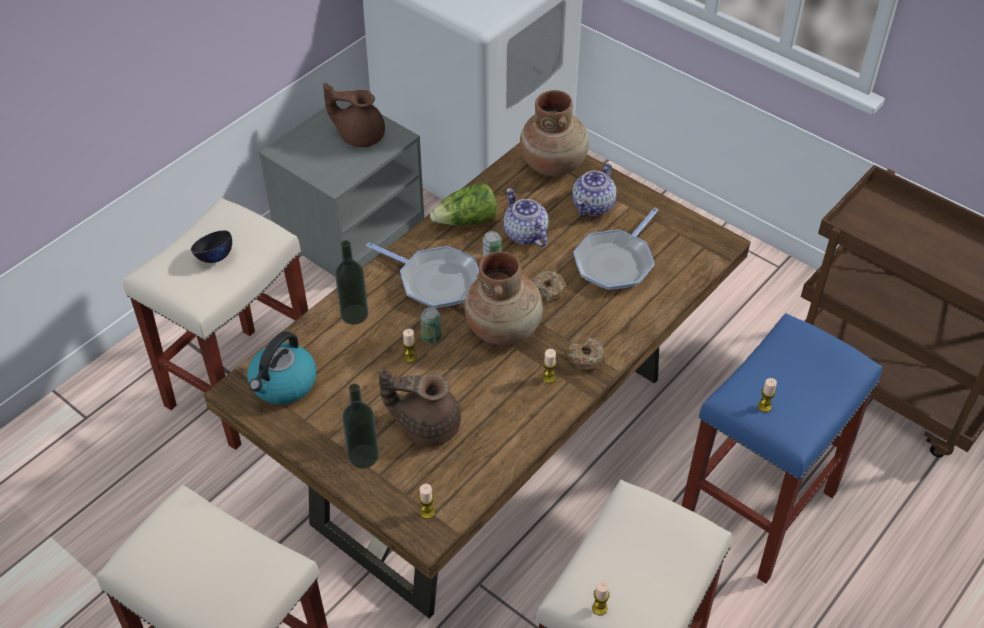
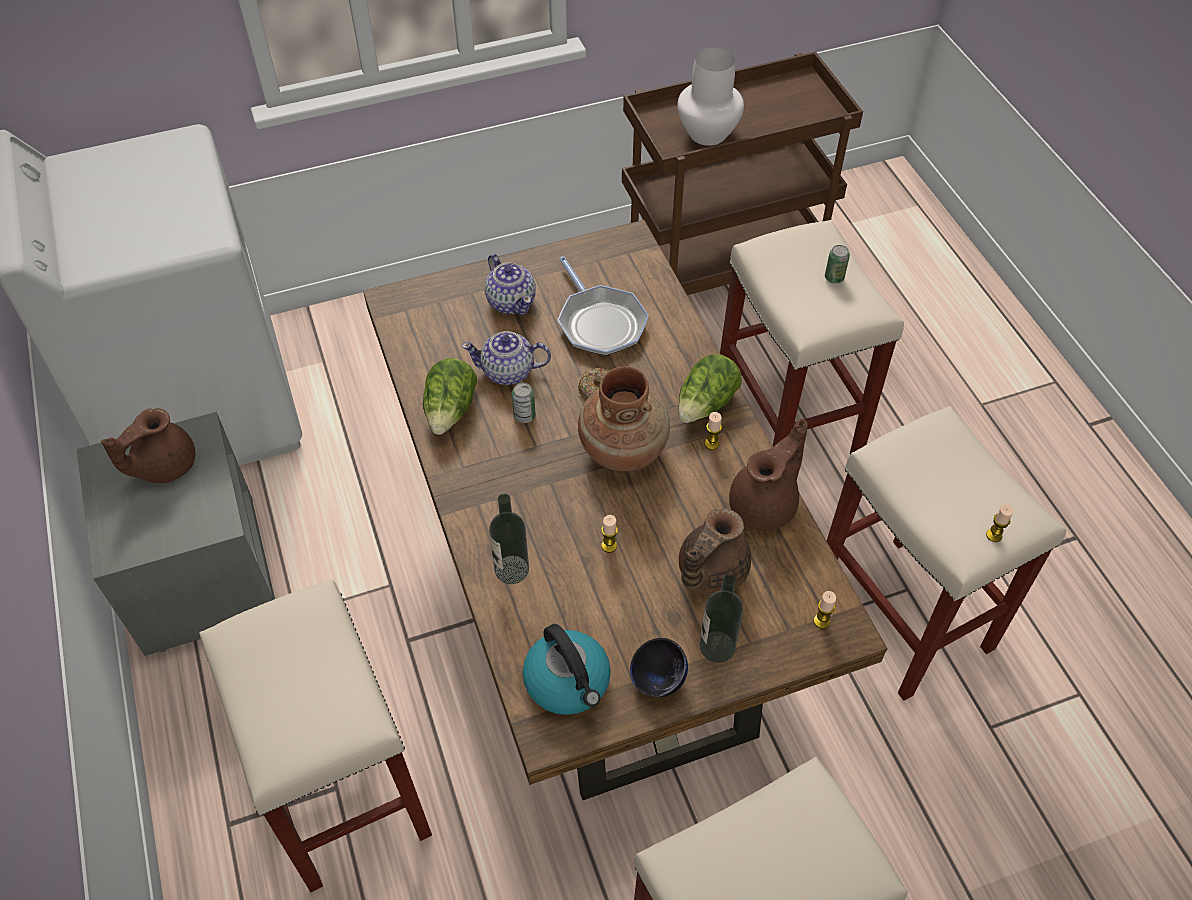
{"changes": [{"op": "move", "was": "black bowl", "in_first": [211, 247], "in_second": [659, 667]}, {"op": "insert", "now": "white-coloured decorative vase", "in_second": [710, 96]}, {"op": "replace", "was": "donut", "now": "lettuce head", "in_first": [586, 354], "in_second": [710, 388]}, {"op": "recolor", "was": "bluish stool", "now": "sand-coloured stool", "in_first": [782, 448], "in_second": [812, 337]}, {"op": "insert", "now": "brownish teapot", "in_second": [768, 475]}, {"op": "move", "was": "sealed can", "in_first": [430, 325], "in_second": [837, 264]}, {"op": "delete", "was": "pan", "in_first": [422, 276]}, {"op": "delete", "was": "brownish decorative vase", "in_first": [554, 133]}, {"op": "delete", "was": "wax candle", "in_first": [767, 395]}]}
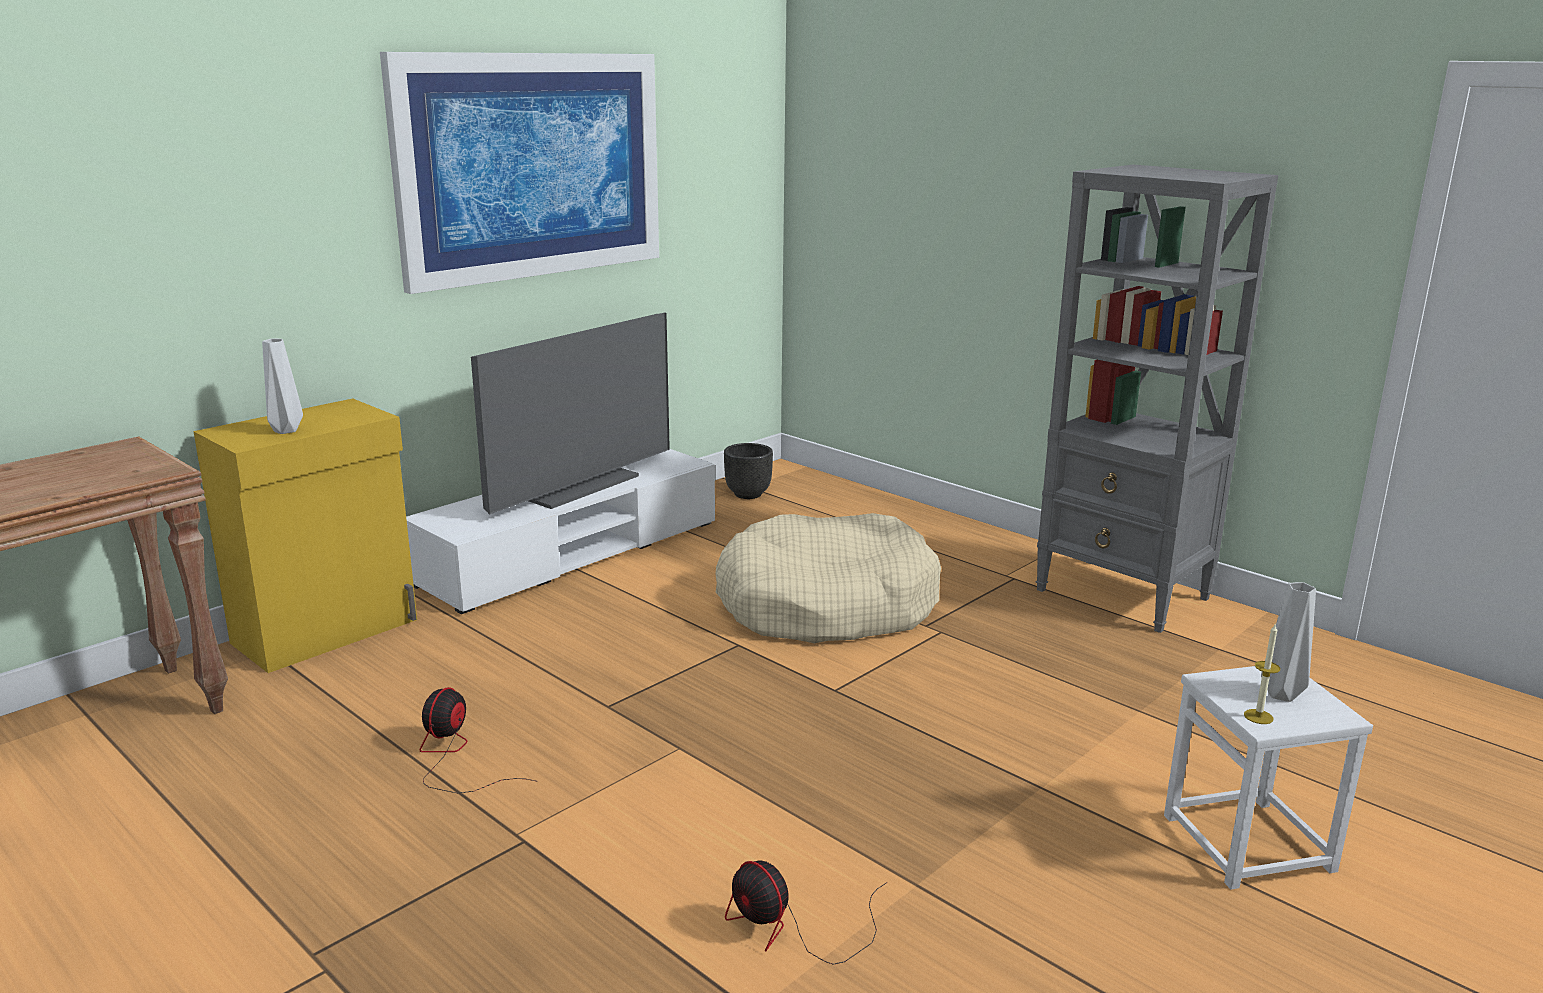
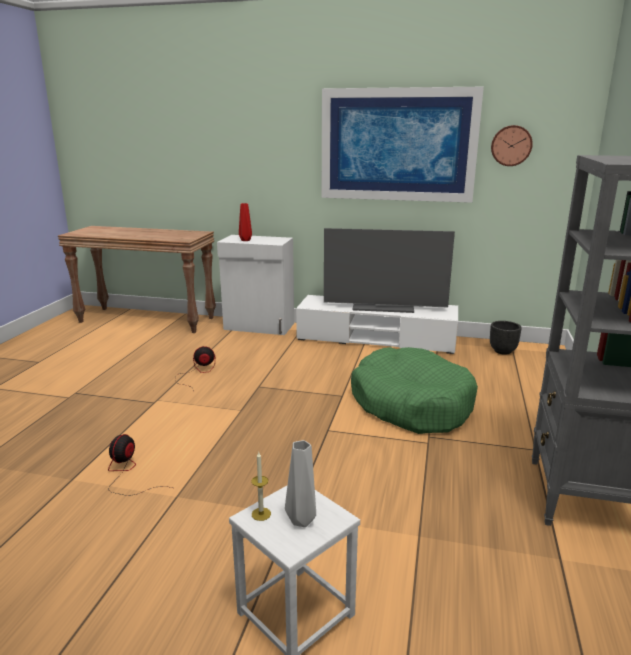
{"changes": [{"op": "recolor", "was": "yellow cabinet", "now": "white-coloured cabinet", "in_first": [305, 535], "in_second": [255, 285]}, {"op": "recolor", "was": "white-coloured decorative vase", "now": "red decorative vase", "in_first": [282, 386], "in_second": [245, 222]}, {"op": "recolor", "was": "sand-coloured pet bed", "now": "green-coloured pet bed", "in_first": [828, 578], "in_second": [414, 390]}, {"op": "insert", "now": "wall clock", "in_second": [512, 145]}]}
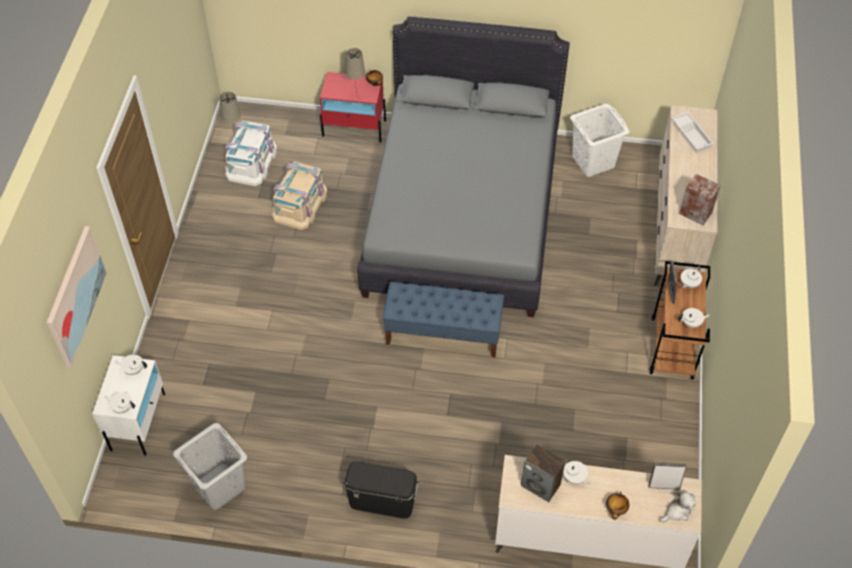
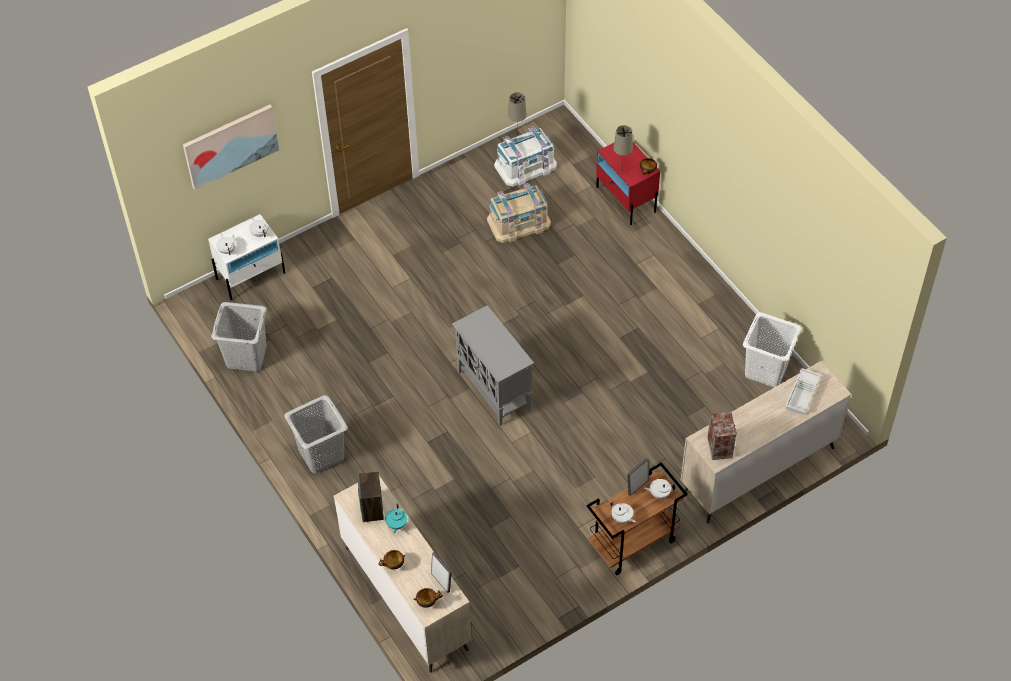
{"changes": [{"op": "replace", "was": "black storage container", "now": "grey hamper", "in_first": [381, 490], "in_second": [315, 434]}, {"op": "recolor", "was": "white-coloured teapot", "now": "turquoise-coloured teapot", "in_first": [576, 472], "in_second": [396, 519]}, {"op": "replace", "was": "cuddly toy", "now": "bowl", "in_first": [677, 506], "in_second": [428, 598]}, {"op": "replace", "was": "bluish long seat", "now": "grey cabinet", "in_first": [443, 319], "in_second": [493, 365]}, {"op": "delete", "was": "grey sleeping bed", "in_first": [464, 167]}]}
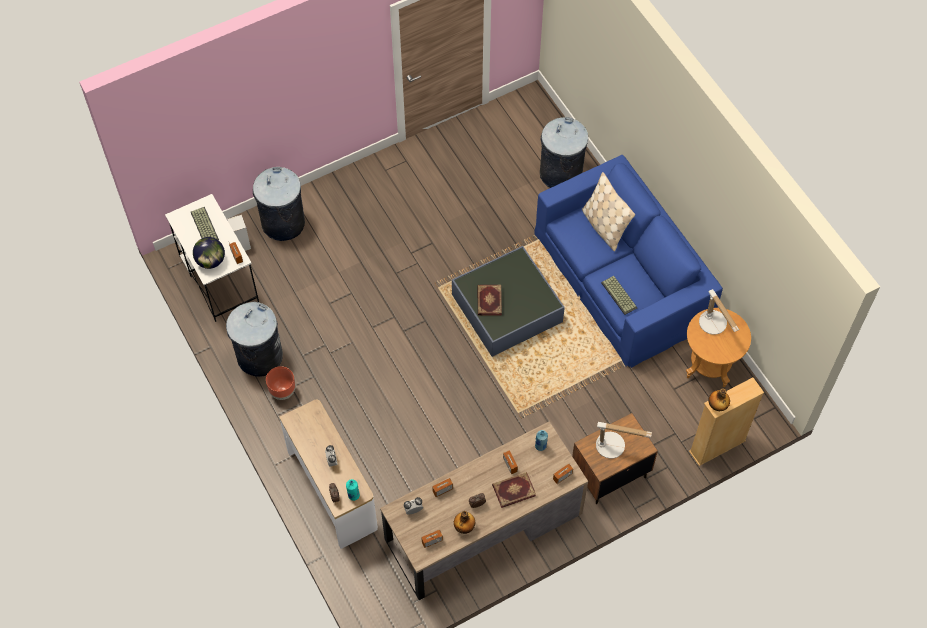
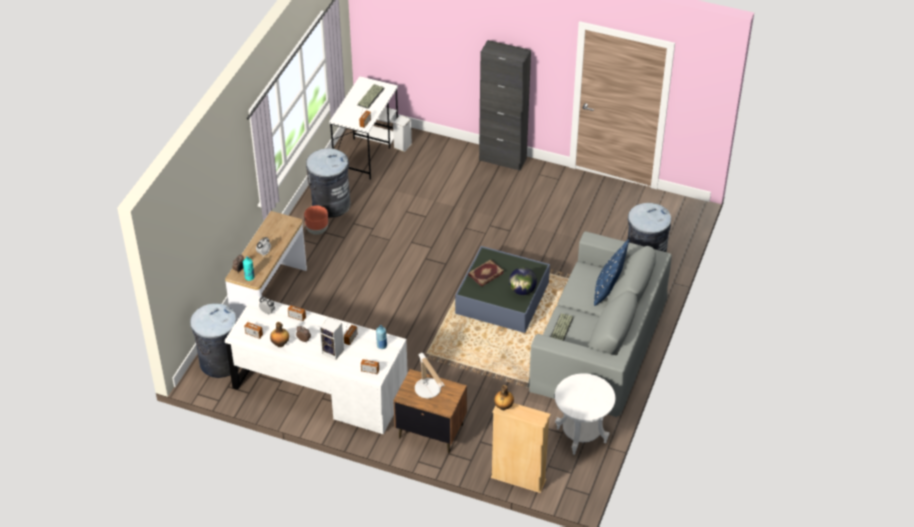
{"changes": [{"op": "move", "was": "grey rubbish bin", "in_first": [279, 204], "in_second": [215, 340]}, {"op": "recolor", "was": "brownish desk table", "now": "white-coloured desk table", "in_first": [484, 510], "in_second": [316, 364]}, {"op": "replace", "was": "volume", "now": "speaker", "in_first": [514, 490], "in_second": [332, 338]}, {"op": "insert", "now": "black cabinet", "in_second": [505, 105]}, {"op": "move", "was": "world globe", "in_first": [209, 253], "in_second": [523, 281]}, {"op": "recolor", "was": "bluish couch", "now": "grey couch", "in_first": [628, 261], "in_second": [600, 324]}, {"op": "recolor", "was": "brownish side table", "now": "white-coloured side table", "in_first": [718, 347], "in_second": [585, 414]}, {"op": "recolor", "was": "sand-coloured pillow", "now": "bluish pillow", "in_first": [608, 212], "in_second": [611, 272]}, {"op": "delete", "was": "lamp for a table", "in_first": [719, 312]}]}
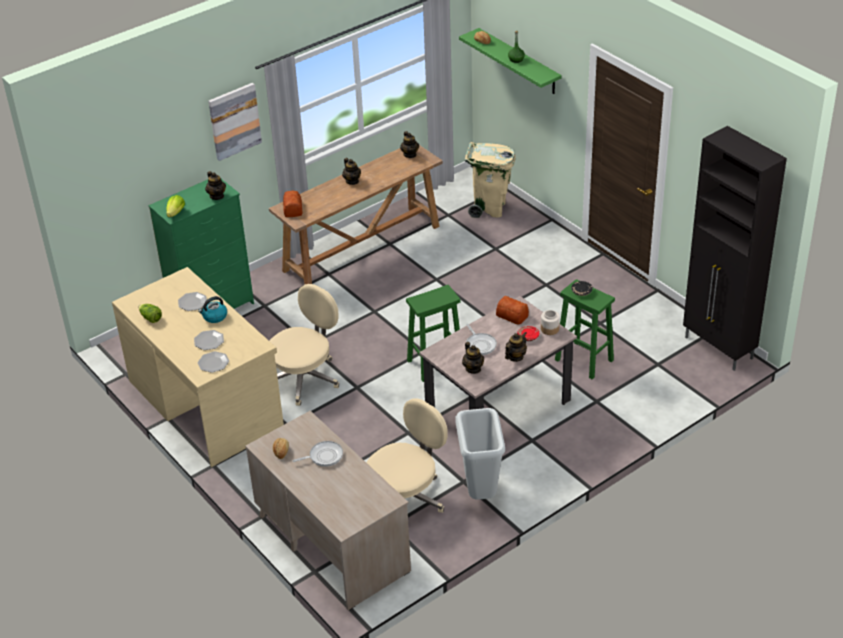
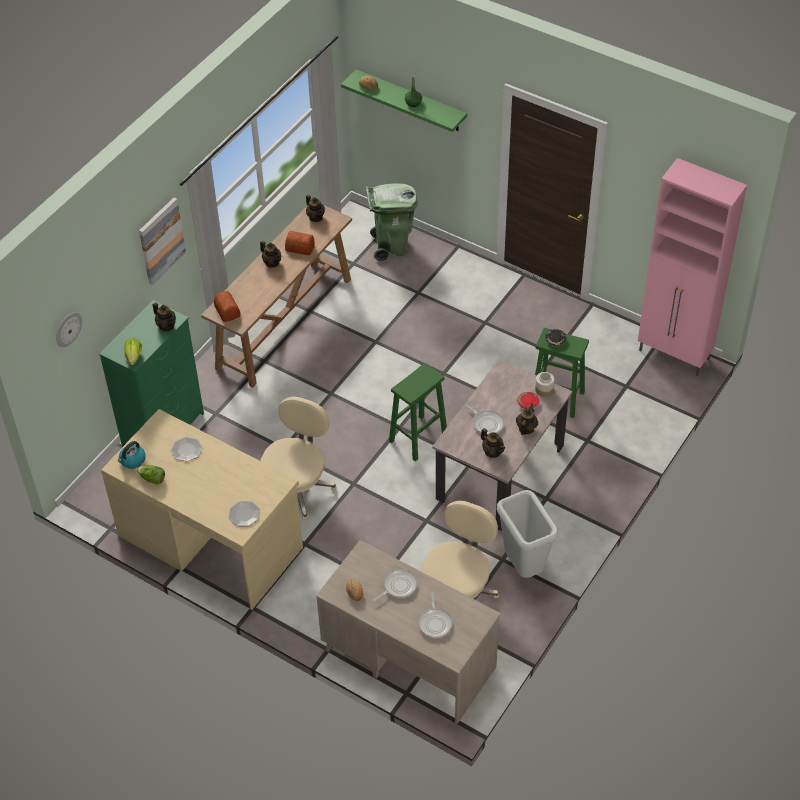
{"changes": [{"op": "insert", "now": "wall clock", "in_second": [69, 329]}, {"op": "move", "was": "tea kettle", "in_first": [212, 309], "in_second": [132, 455]}, {"op": "move", "was": "bakery bread", "in_first": [512, 310], "in_second": [300, 243]}, {"op": "recolor", "was": "sand-coloured rubbish bin", "now": "green-coloured rubbish bin", "in_first": [490, 180], "in_second": [392, 222]}, {"op": "insert", "now": "pan", "in_second": [435, 615]}, {"op": "recolor", "was": "black cabinet", "now": "pinkish cabinet", "in_first": [735, 248], "in_second": [692, 267]}, {"op": "delete", "was": "flat dish", "in_first": [209, 340]}]}
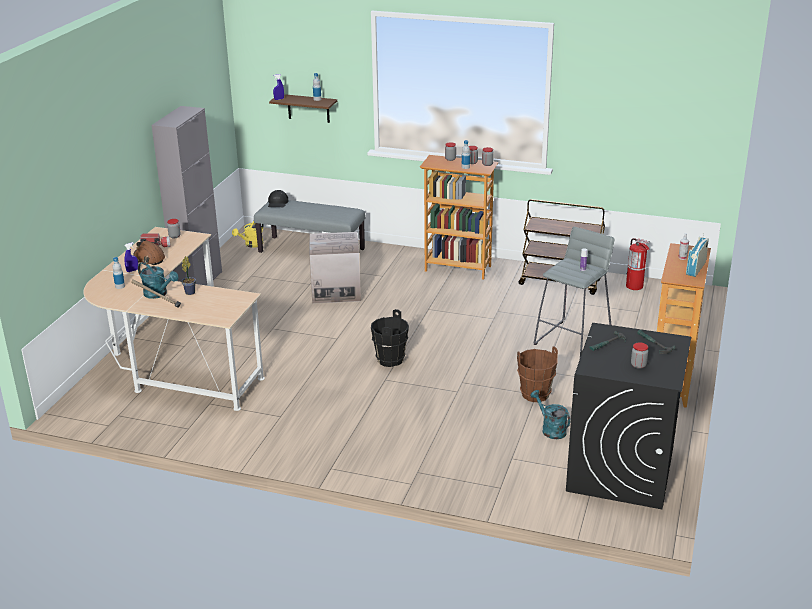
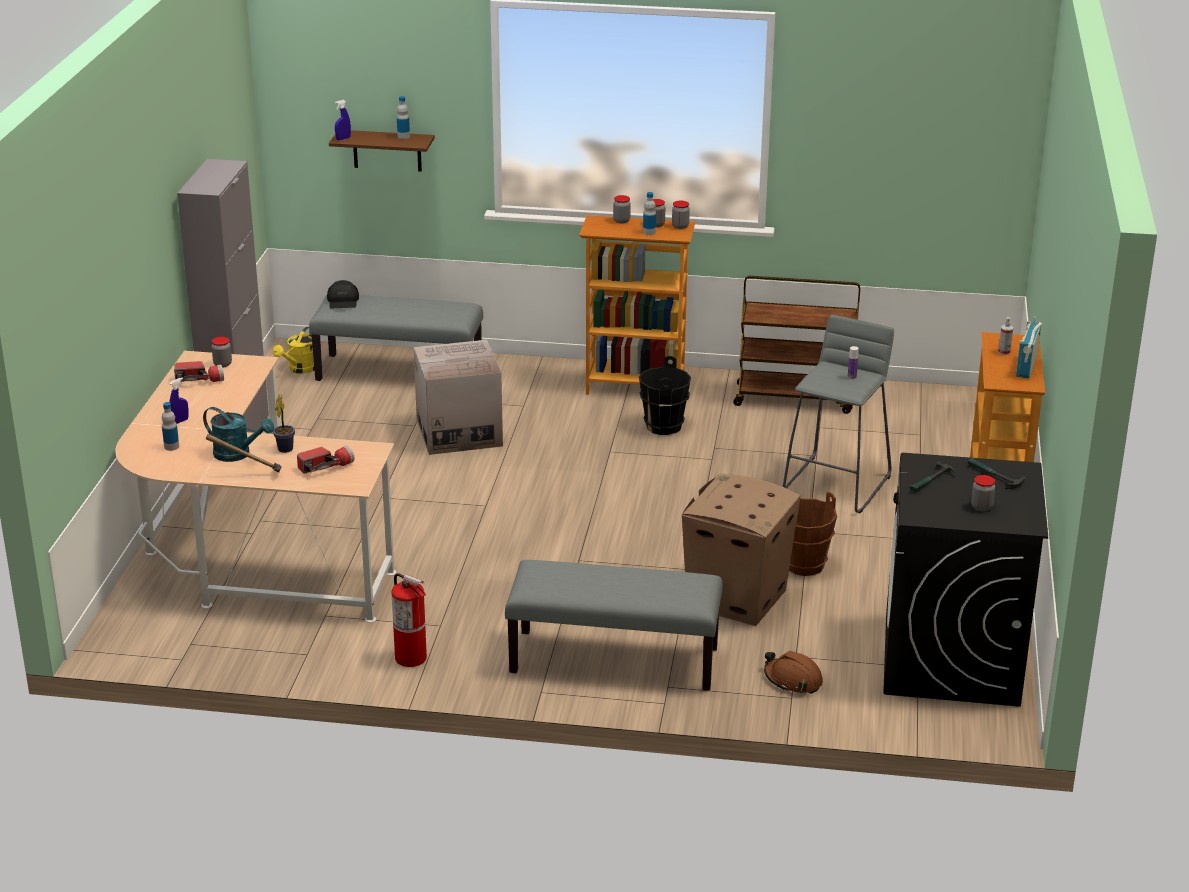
{"changes": [{"op": "insert", "now": "flashlight", "in_second": [325, 460]}, {"op": "move", "was": "fire extinguisher", "in_first": [638, 264], "in_second": [409, 620]}, {"op": "insert", "now": "grey long seat", "in_second": [614, 625]}, {"op": "move", "was": "black water bucket", "in_first": [390, 338], "in_second": [665, 395]}, {"op": "insert", "now": "packing box", "in_second": [741, 550]}, {"op": "move", "was": "brownish hard hat", "in_first": [149, 253], "in_second": [793, 672]}, {"op": "delete", "was": "turquoise-coloured sprinkling can", "in_first": [550, 414]}]}
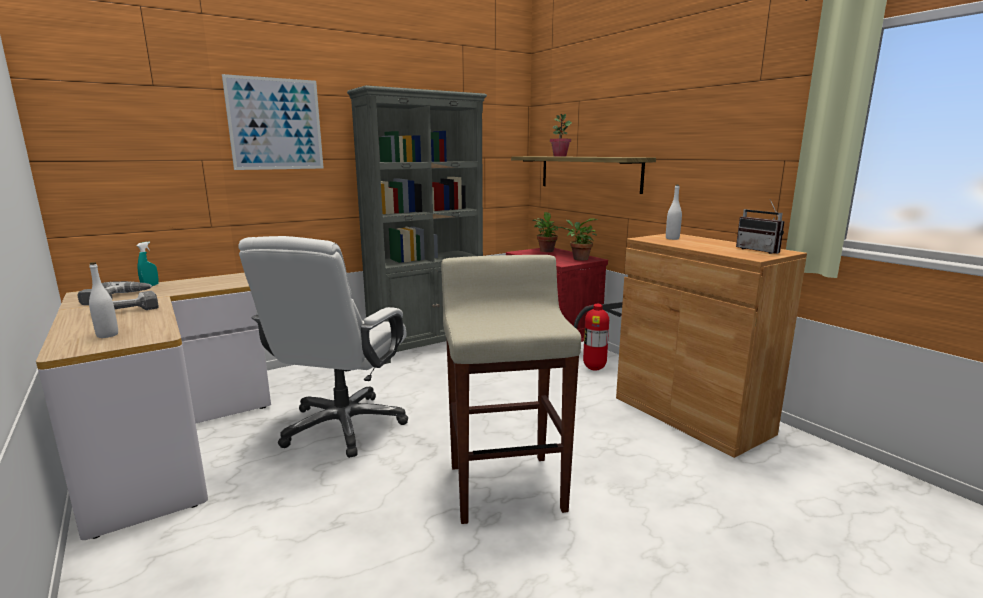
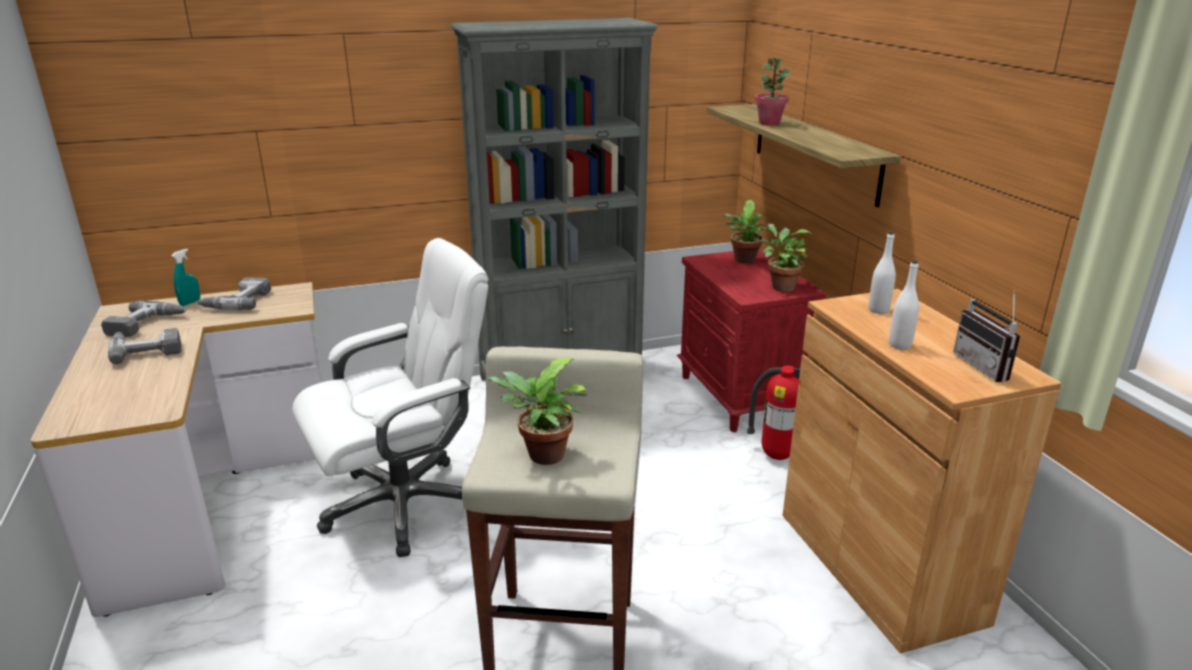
{"changes": [{"op": "insert", "now": "drill", "in_second": [234, 294]}, {"op": "rotate", "was": "white-coloured desk chair", "in_first": [323, 347], "in_second": [390, 397], "clockwise": -150}, {"op": "insert", "now": "plant in a pot", "in_second": [537, 411]}, {"op": "move", "was": "white-coloured bottle", "in_first": [103, 300], "in_second": [904, 305]}, {"op": "delete", "was": "wall picture", "in_first": [272, 122]}]}
